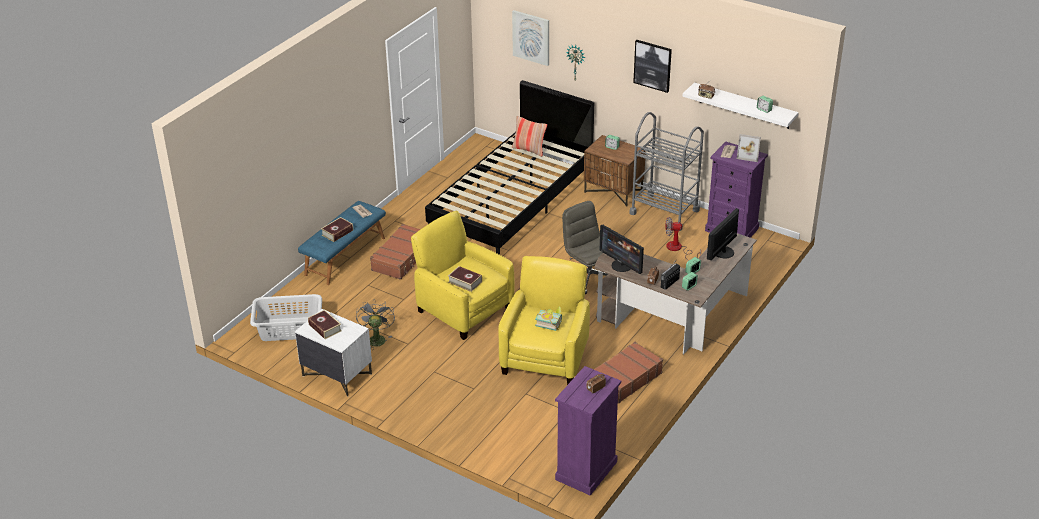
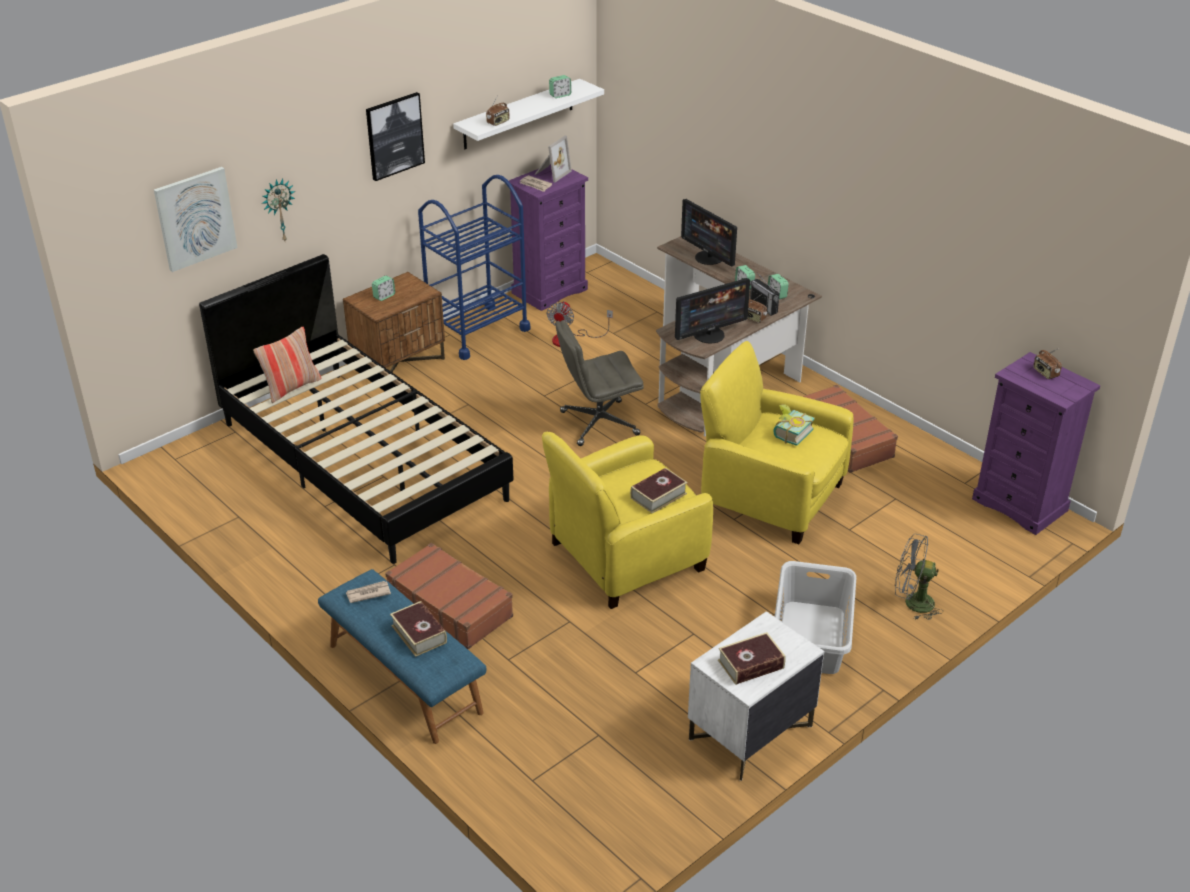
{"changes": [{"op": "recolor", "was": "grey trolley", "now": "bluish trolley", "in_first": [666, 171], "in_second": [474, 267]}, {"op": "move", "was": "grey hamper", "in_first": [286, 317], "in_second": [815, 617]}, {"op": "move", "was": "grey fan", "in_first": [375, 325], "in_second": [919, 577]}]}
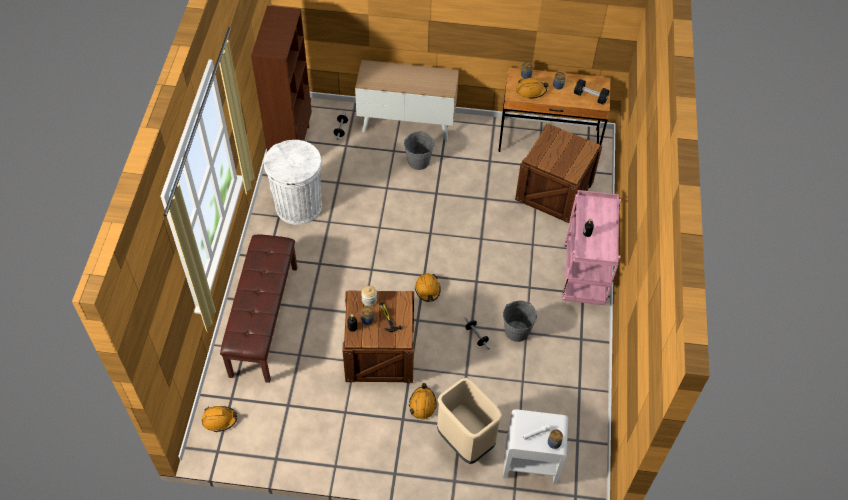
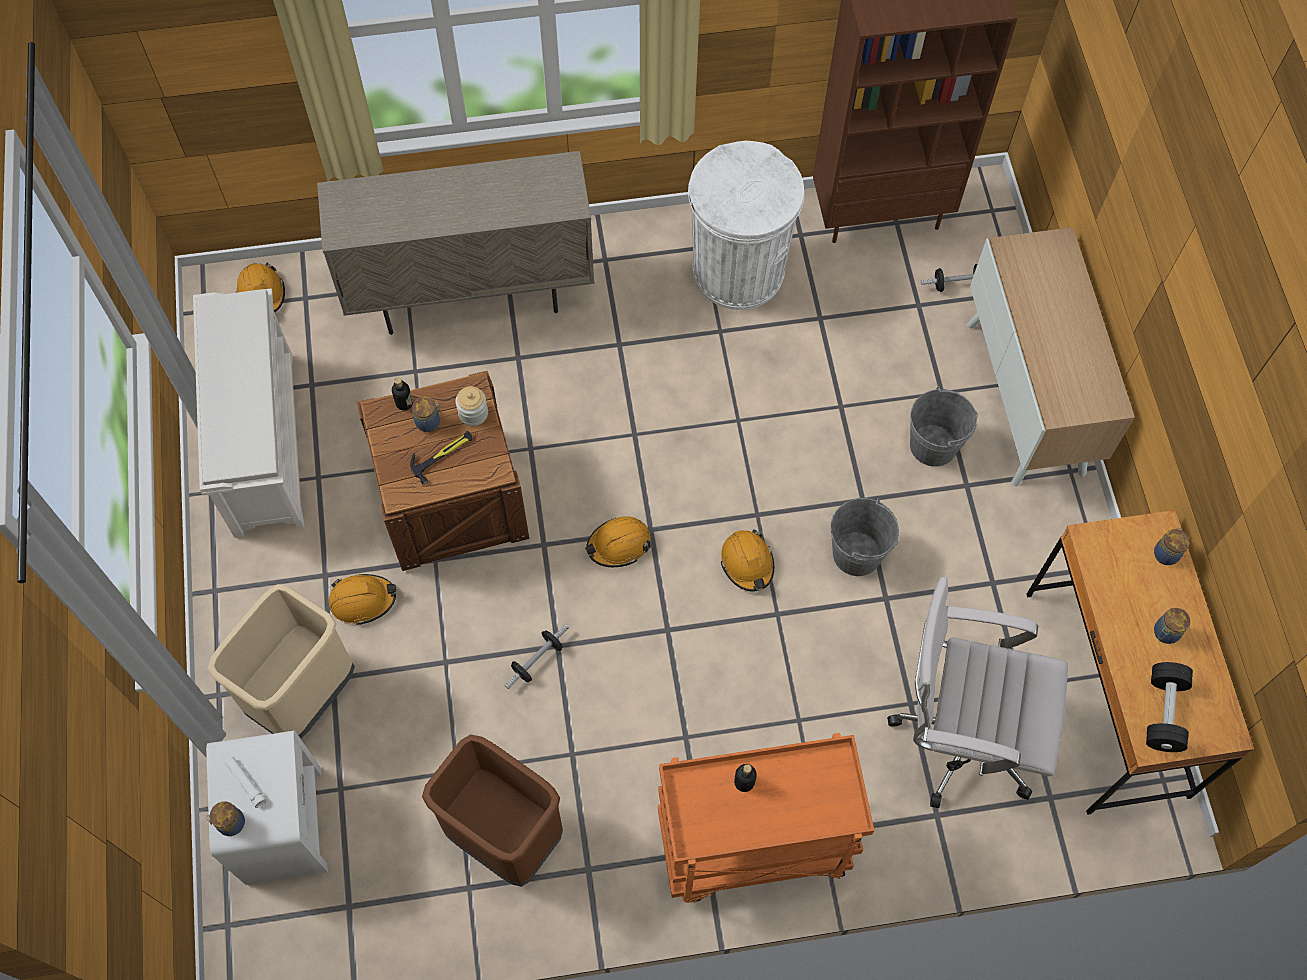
{"changes": [{"op": "insert", "now": "white-coloured shoe shelf", "in_second": [249, 413]}, {"op": "replace", "was": "brownish long seat", "now": "sand-coloured cabinet", "in_first": [258, 309], "in_second": [455, 243]}, {"op": "insert", "now": "brownish rubbish bin", "in_second": [492, 810]}, {"op": "recolor", "was": "pinkish trolley", "now": "orange trolley", "in_first": [591, 247], "in_second": [766, 818]}, {"op": "move", "was": "orange hard hat", "in_first": [532, 88], "in_second": [747, 560]}, {"op": "move", "was": "grey water bucket", "in_first": [520, 321], "in_second": [864, 537]}, {"op": "replace", "was": "shipping crate", "now": "white-coloured desk chair", "in_first": [558, 173], "in_second": [977, 692]}]}
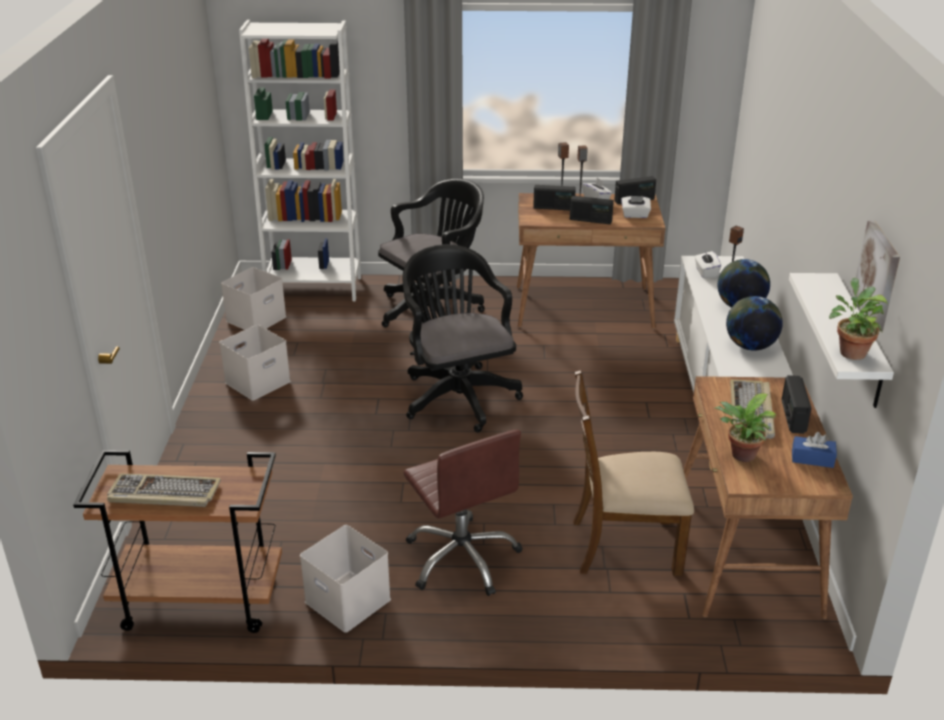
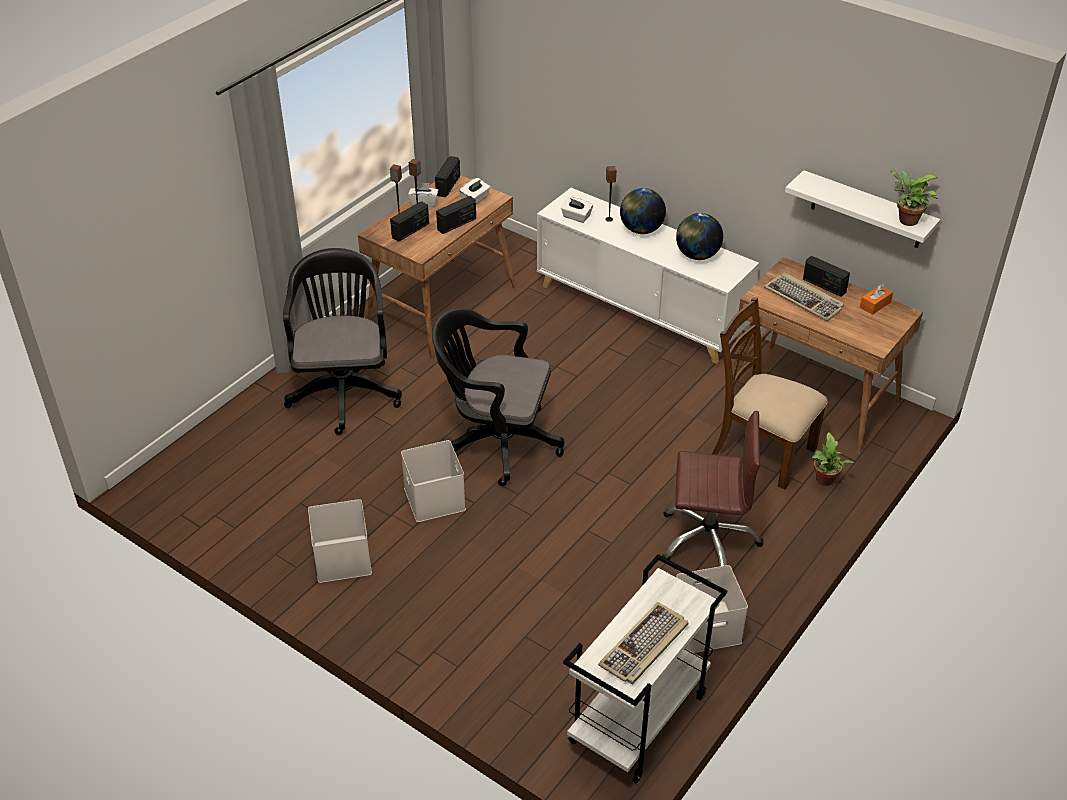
{"changes": [{"op": "move", "was": "white-coloured storage container", "in_first": [254, 298], "in_second": [433, 481]}, {"op": "recolor", "was": "brownish trolley", "now": "white-coloured trolley", "in_first": [177, 541], "in_second": [645, 669]}, {"op": "rotate", "was": "brownish plain chair", "in_first": [633, 473], "in_second": [770, 394], "clockwise": 90}, {"op": "move", "was": "plant in a pot", "in_first": [744, 427], "in_second": [833, 459]}, {"op": "recolor", "was": "bluish tissue holder", "now": "orange tissue holder", "in_first": [814, 450], "in_second": [876, 299]}, {"op": "delete", "was": "white-coloured bookshelf", "in_first": [300, 160]}, {"op": "delete", "was": "wall picture", "in_first": [876, 276]}]}
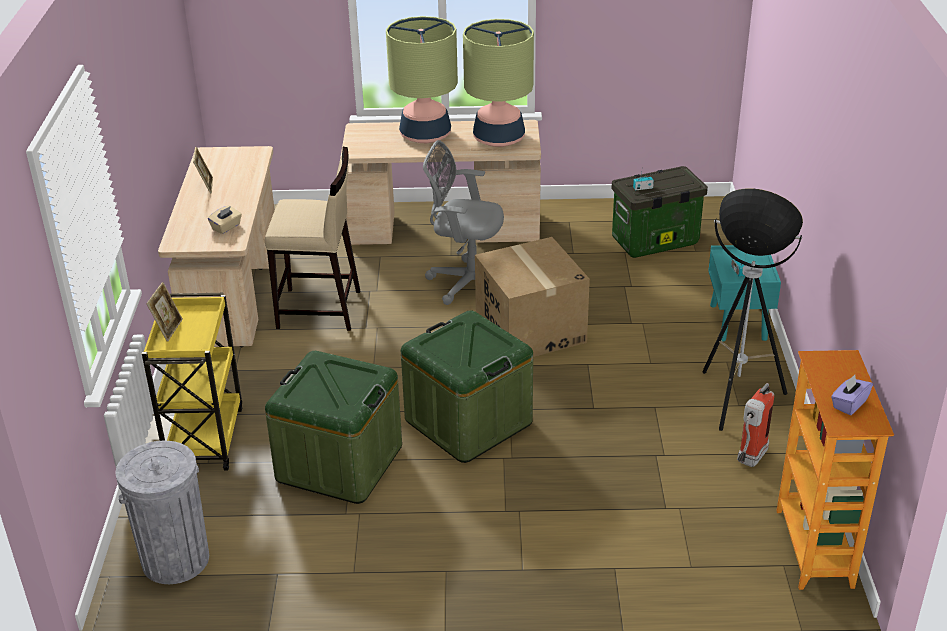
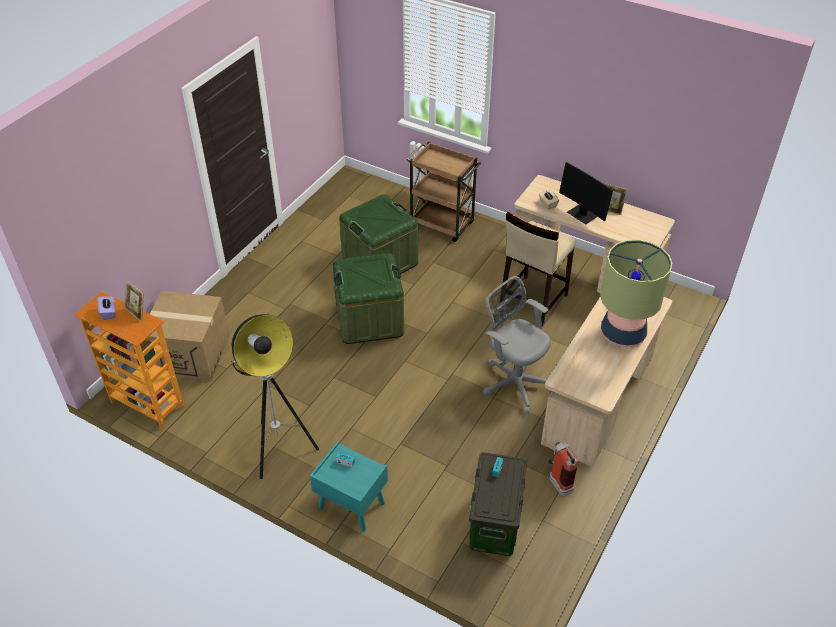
{"changes": [{"op": "move", "was": "photo frame", "in_first": [165, 312], "in_second": [134, 301]}, {"op": "move", "was": "packing box", "in_first": [532, 297], "in_second": [189, 336]}, {"op": "recolor", "was": "yellow trolley", "now": "brownish trolley", "in_first": [192, 382], "in_second": [443, 192]}, {"op": "rotate", "was": "grey desk chair", "in_first": [463, 222], "in_second": [517, 345], "clockwise": -90}, {"op": "move", "was": "fire extinguisher", "in_first": [755, 425], "in_second": [563, 468]}, {"op": "insert", "now": "monitor", "in_second": [586, 193]}, {"op": "delete", "was": "grey rubbish bin", "in_first": [162, 512]}, {"op": "delete", "was": "lamp for a table", "in_first": [498, 83]}]}
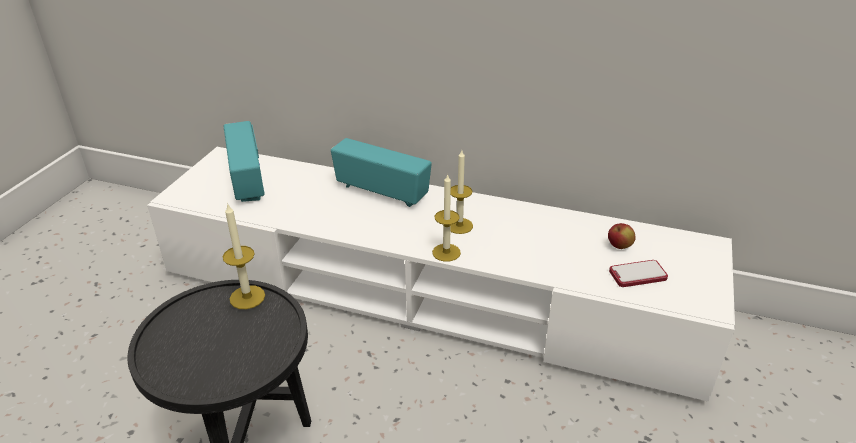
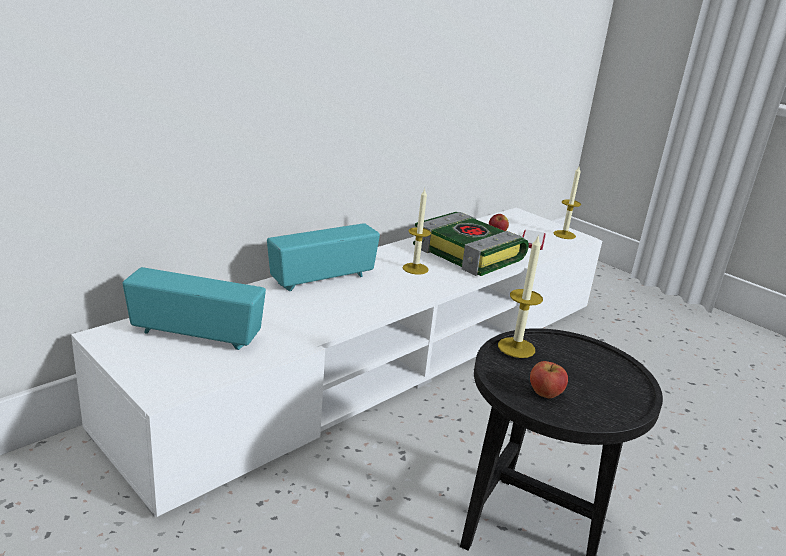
{"changes": [{"op": "insert", "now": "volume", "in_second": [471, 244]}, {"op": "insert", "now": "apple fruit", "in_second": [549, 379]}, {"op": "move", "was": "wax candle", "in_first": [446, 218], "in_second": [567, 203]}]}
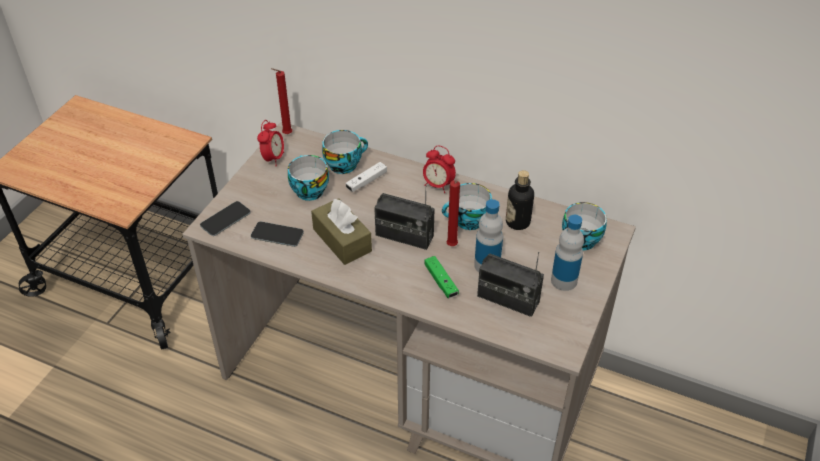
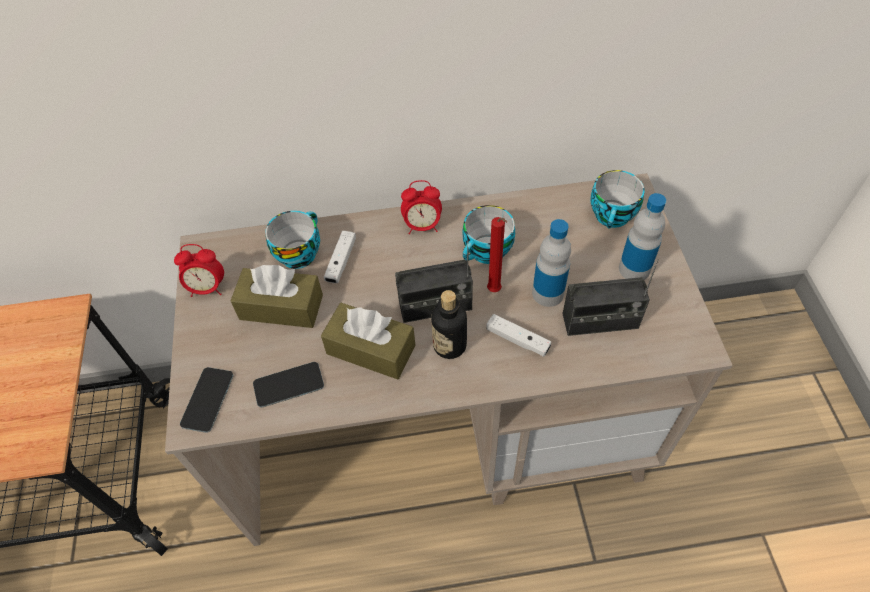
{"changes": [{"op": "rotate", "was": "alarm clock", "in_first": [270, 143], "in_second": [199, 270], "clockwise": 105}, {"op": "replace", "was": "cup", "now": "brownish tissue holder", "in_first": [308, 178], "in_second": [277, 296]}, {"op": "move", "was": "bottle", "in_first": [520, 200], "in_second": [449, 324]}, {"op": "recolor", "was": "green-coloured game controller", "now": "white-coloured game controller", "in_first": [441, 277], "in_second": [518, 335]}, {"op": "delete", "was": "red wax candle", "in_first": [281, 101]}]}
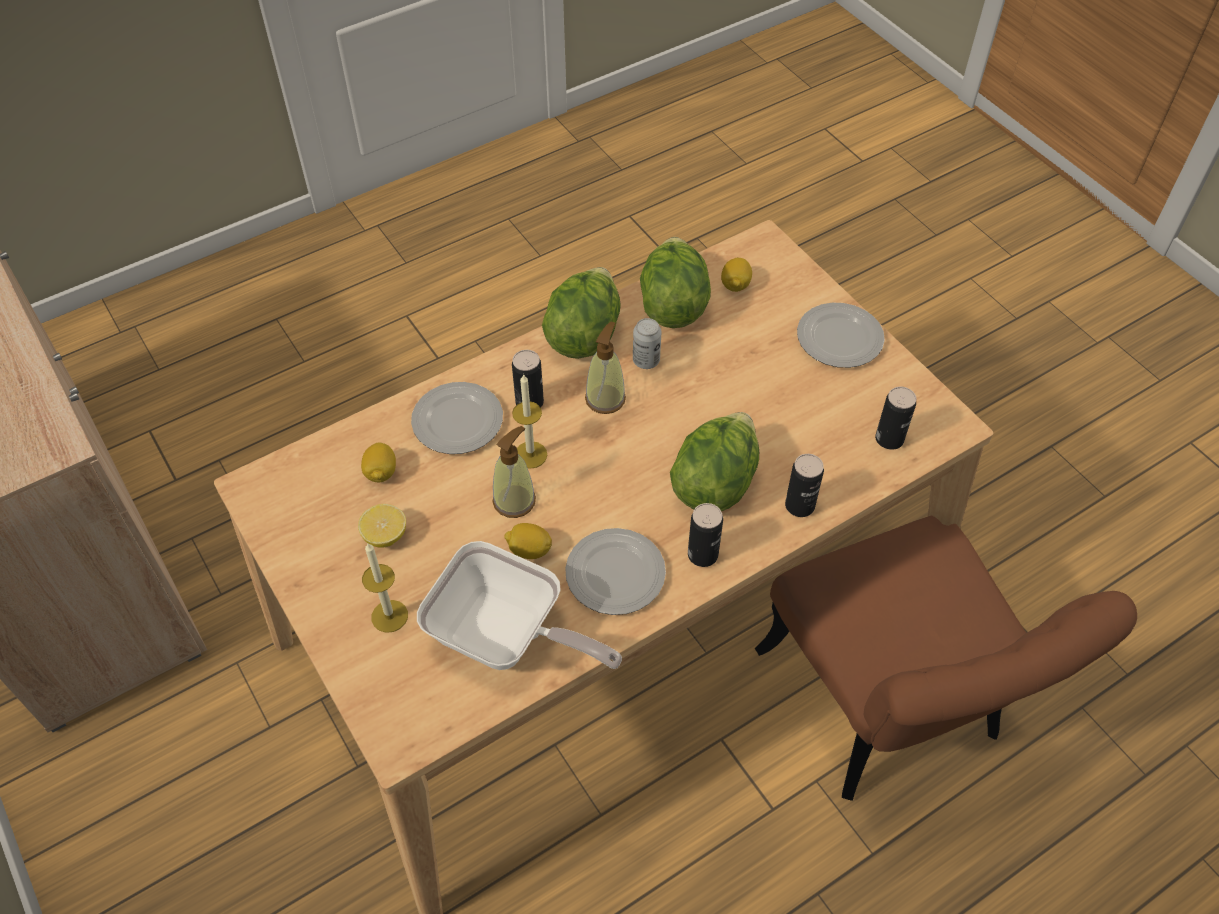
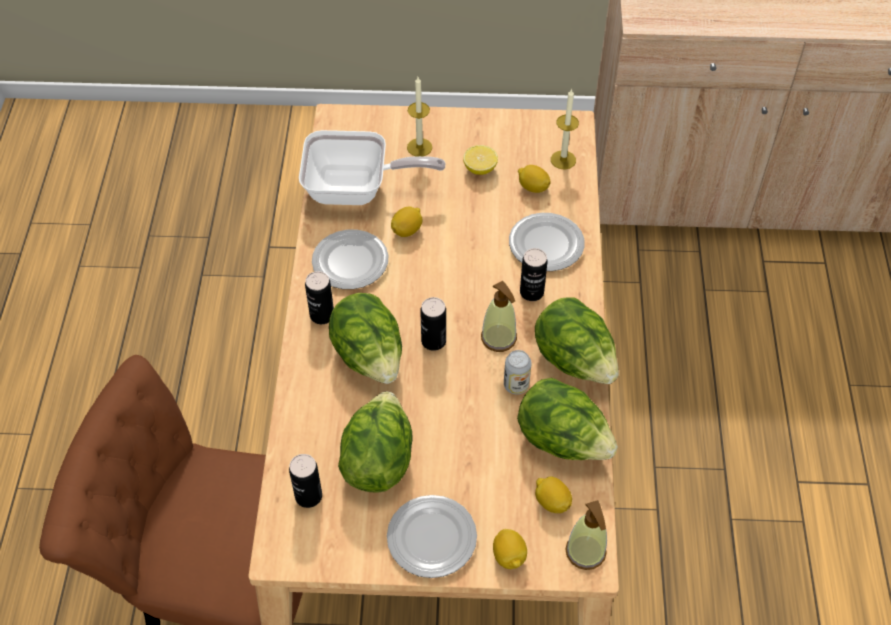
{"changes": [{"op": "rotate", "was": "pan", "in_first": [519, 605], "in_second": [372, 167], "clockwise": -150}, {"op": "insert", "now": "lettuce head", "in_second": [375, 442]}, {"op": "move", "was": "sealed can", "in_first": [804, 485], "in_second": [433, 324]}, {"op": "insert", "now": "citrus fruit", "in_second": [510, 549]}, {"op": "move", "was": "wax candle", "in_first": [529, 421], "in_second": [565, 128]}, {"op": "move", "was": "soap dispenser", "in_first": [514, 472], "in_second": [586, 535]}]}
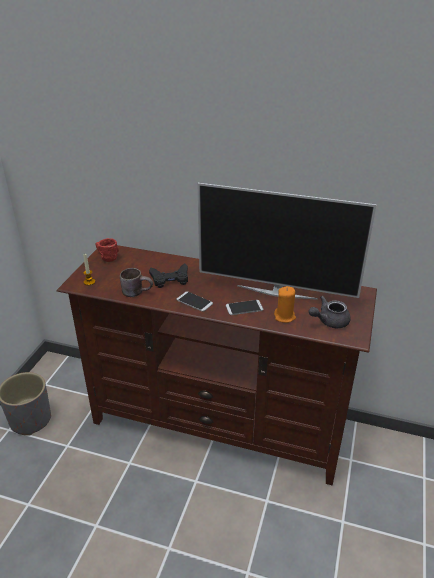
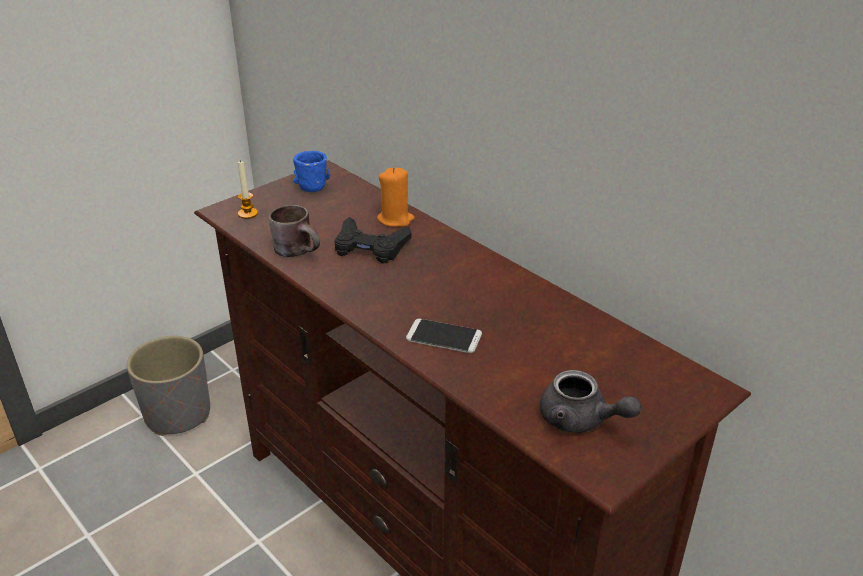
{"changes": [{"op": "recolor", "was": "red tea mug", "now": "bluish tea mug", "in_first": [107, 250], "in_second": [311, 171]}, {"op": "move", "was": "orange wax candle", "in_first": [285, 304], "in_second": [396, 197]}, {"op": "rotate", "was": "grey teapot", "in_first": [330, 312], "in_second": [590, 401], "clockwise": -150}, {"op": "delete", "was": "telephone", "in_first": [195, 302]}, {"op": "delete", "was": "TV set", "in_first": [287, 241]}]}
